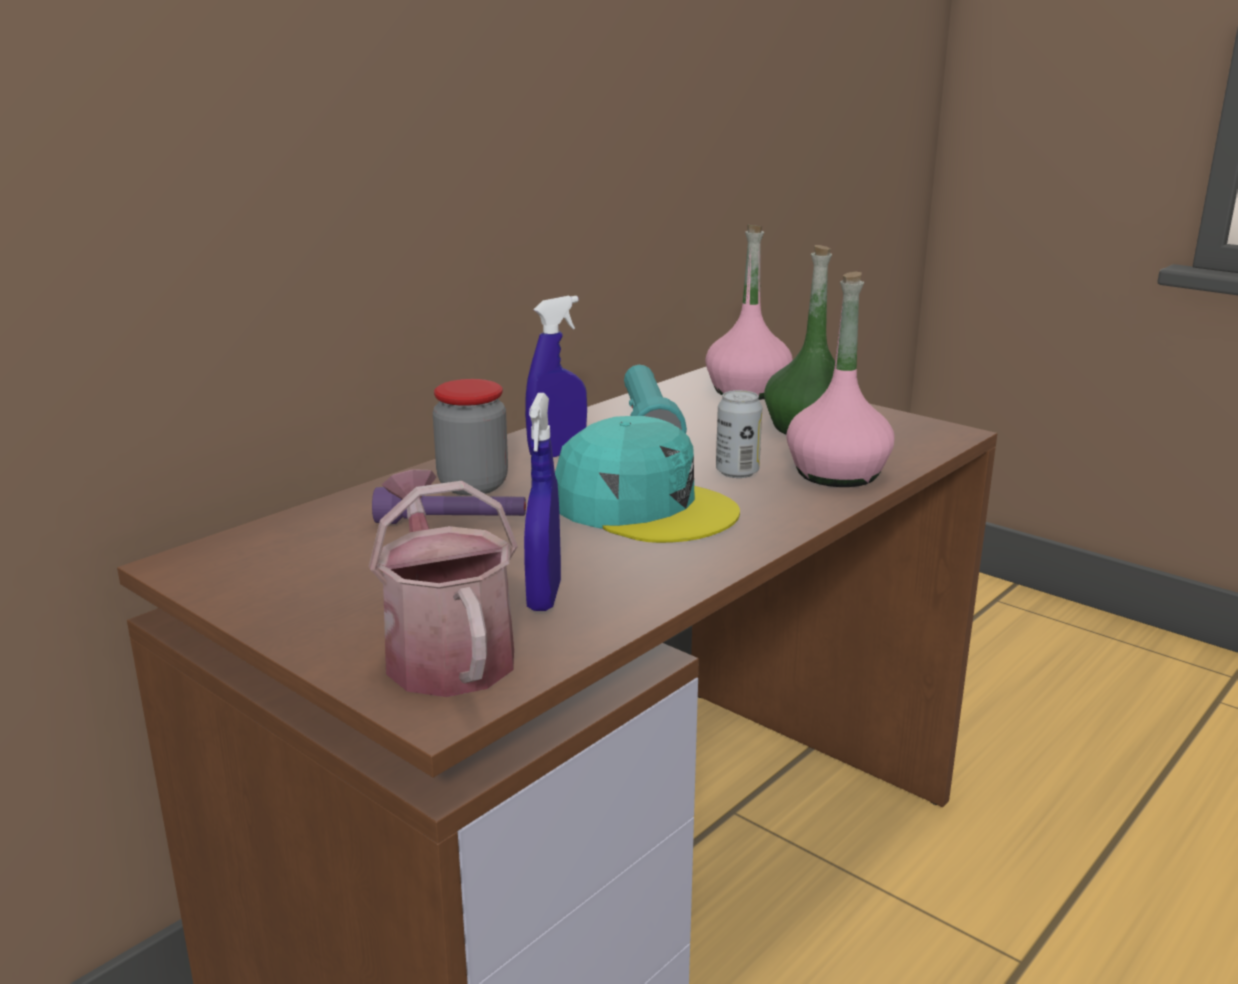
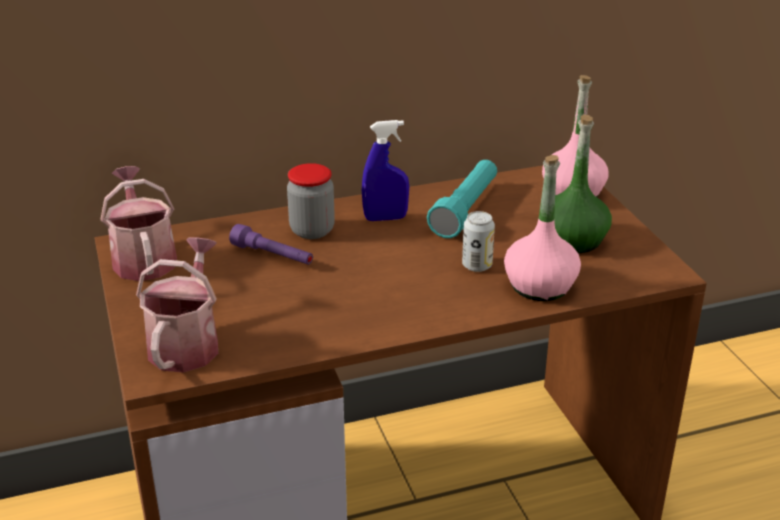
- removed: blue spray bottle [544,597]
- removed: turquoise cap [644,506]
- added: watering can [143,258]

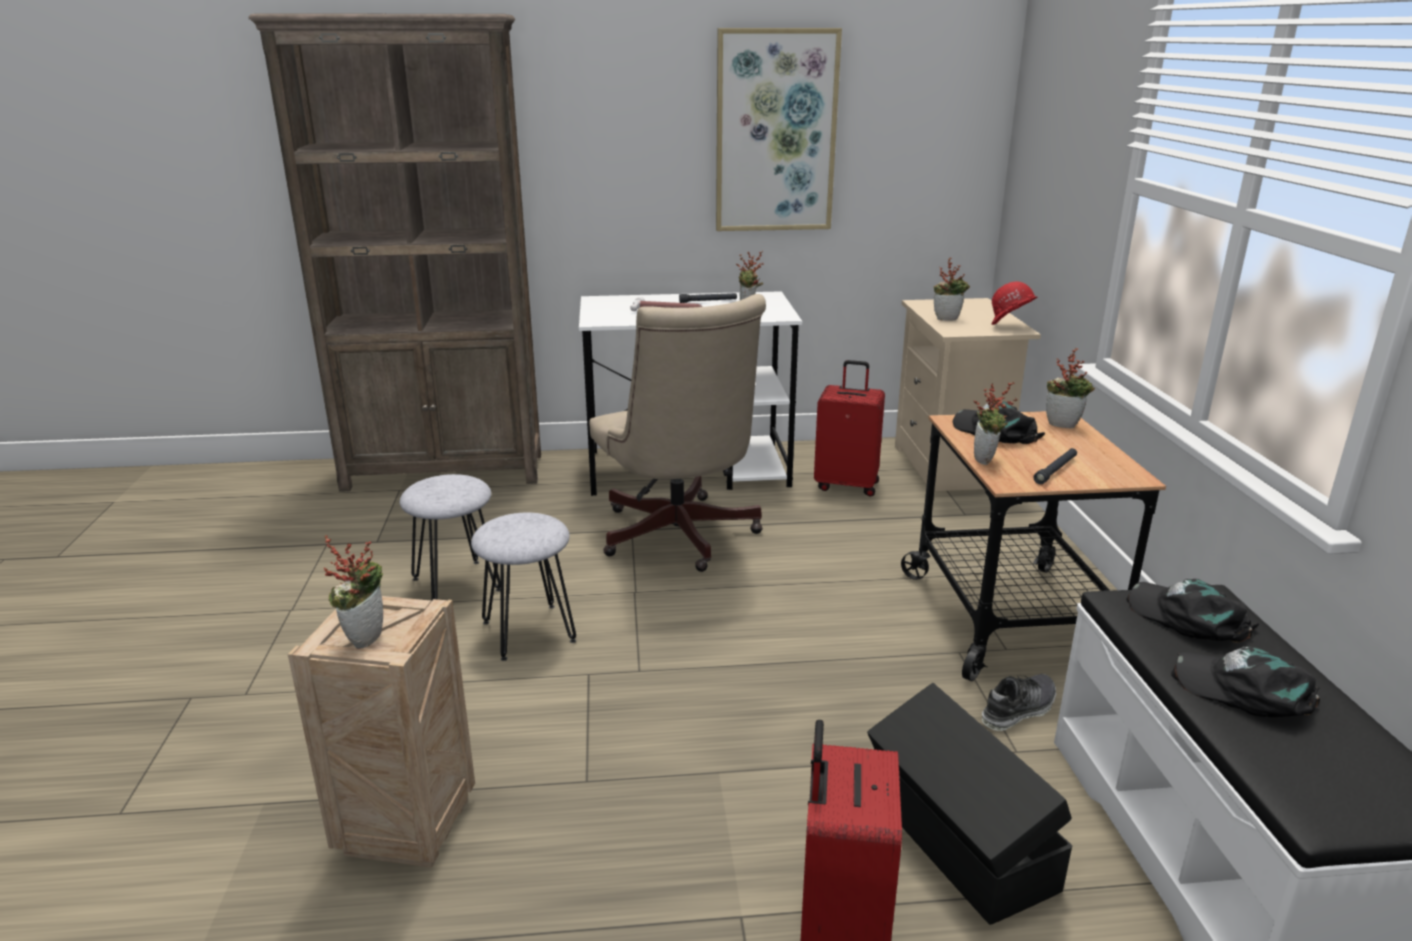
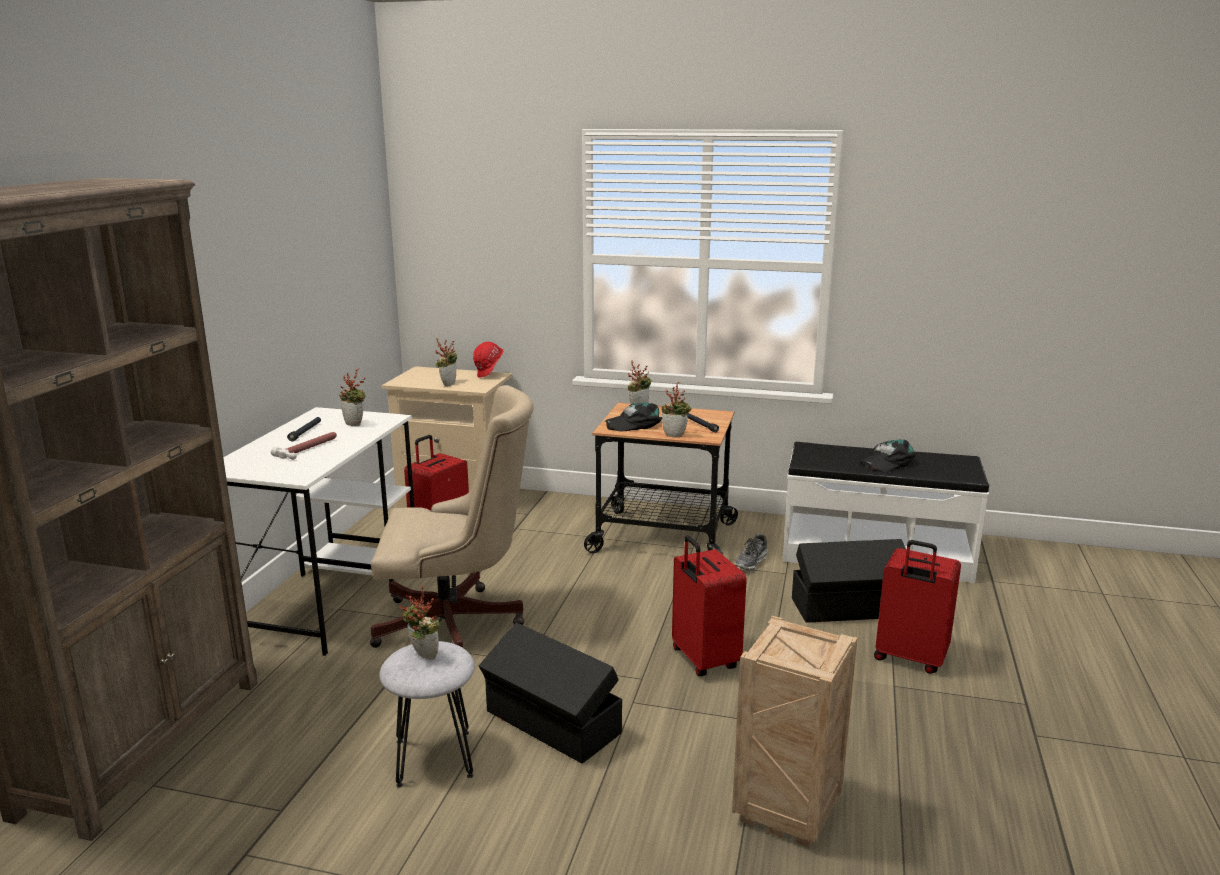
- removed: picture [775,132]
- replaced: grey stool [529,632] to black storage box [552,723]
- moved: potted plant [364,636] to [422,656]
- removed: black cap [1188,618]
- turned: shoe [1018,710] = [751,562] 135 degrees counterclockwise
- added: red suitcase [703,660]

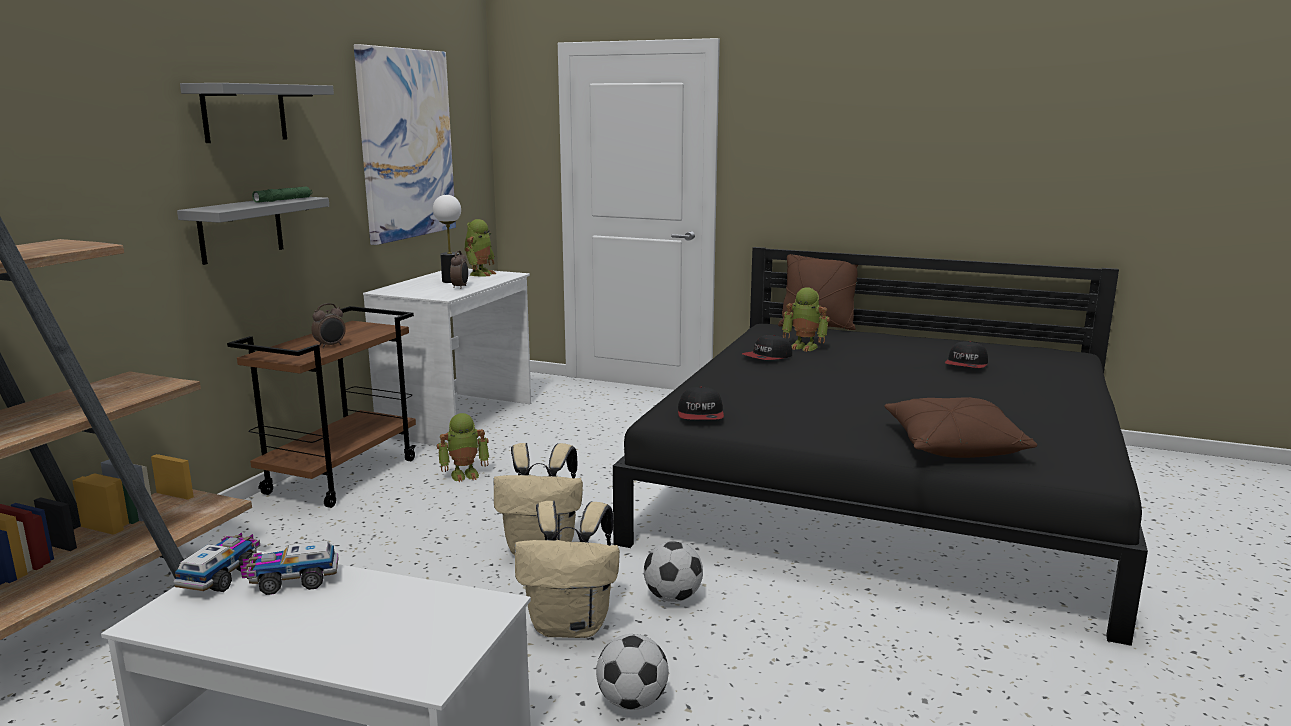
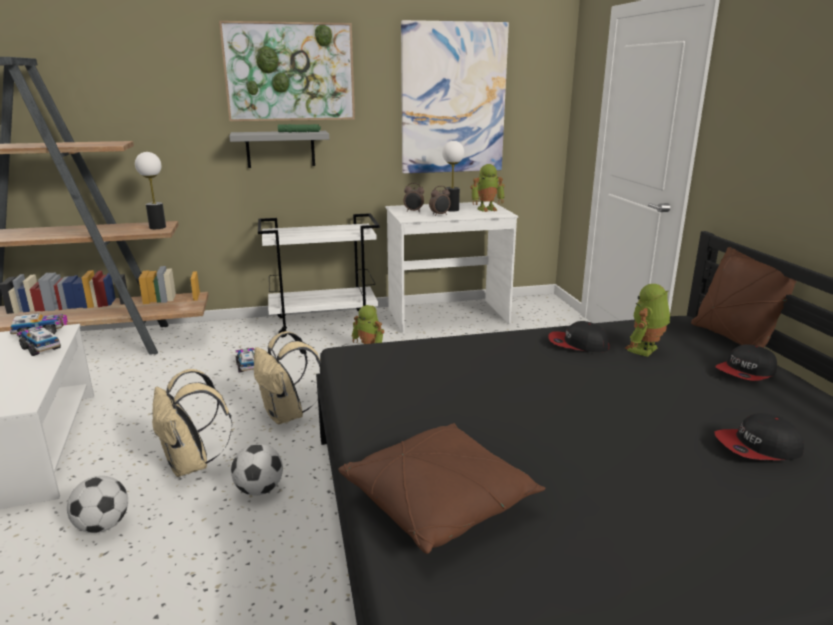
- replaced: grey shelf [244,113] to picture [290,72]
- turned: toy robot [805,347] = [645,350] 45 degrees clockwise
- moved: alarm clock [330,346] to [413,211]
- recoloured: brown cart [342,476] to white cart [324,323]
- moved: cap [700,415] to [746,372]
- added: table lamp [158,227]
- added: toy truck [247,366]

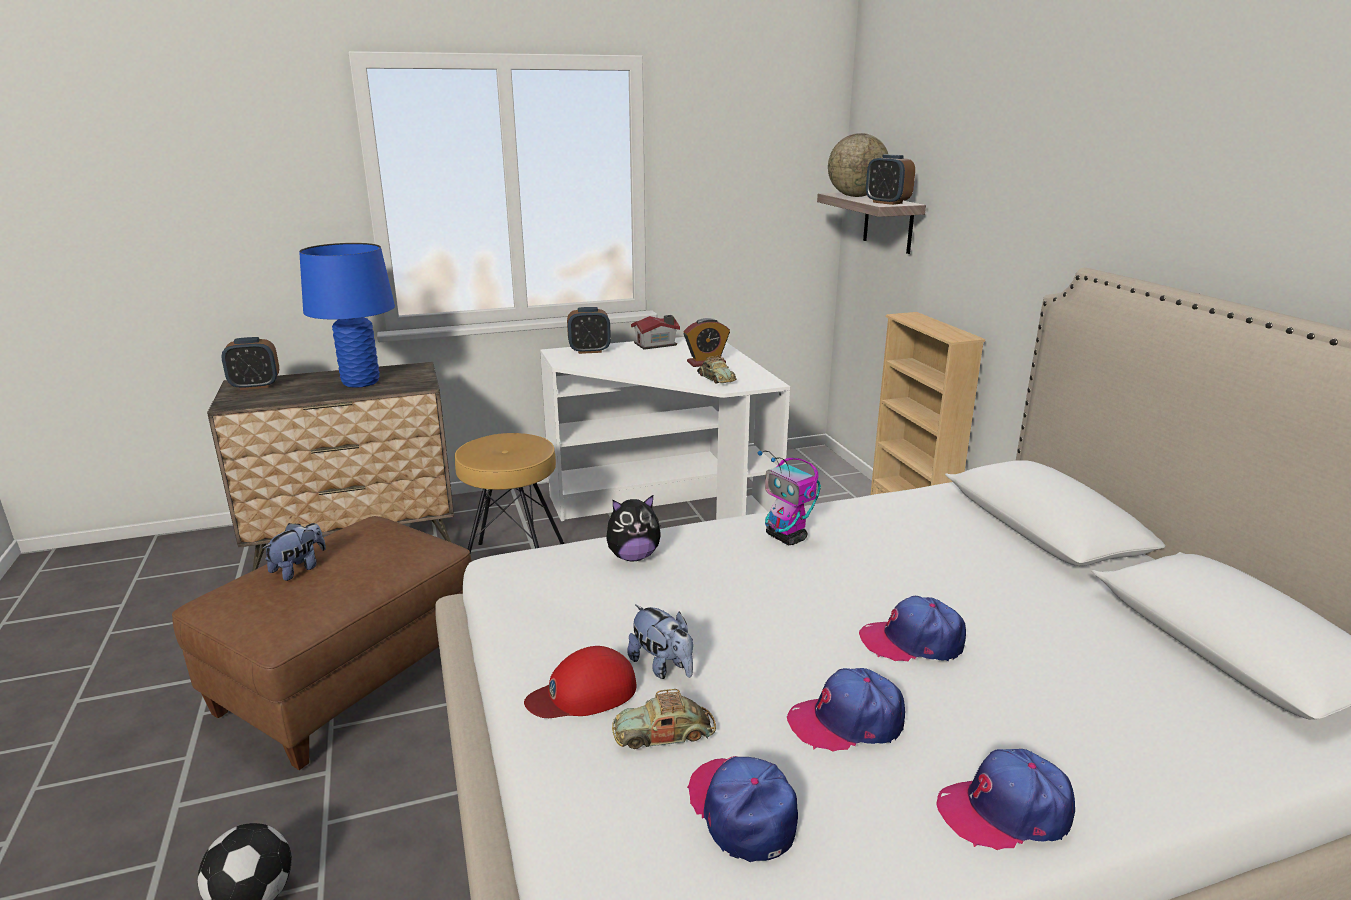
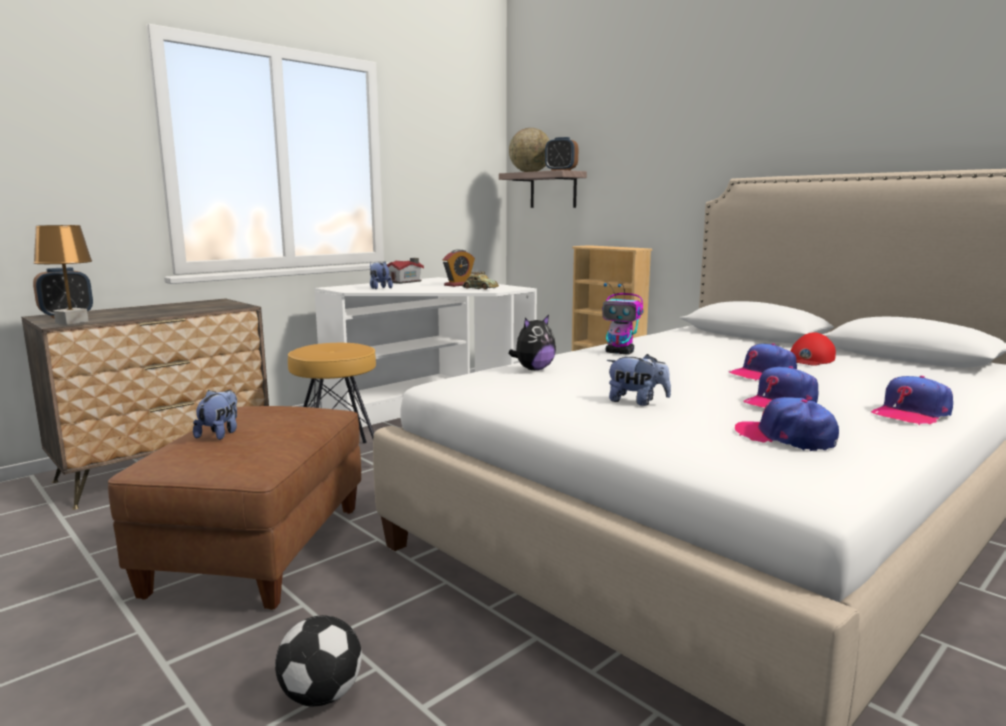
- removed: blue table lamp [361,382]
- removed: alarm clock [589,351]
- moved: red cap [583,693] to [810,359]
- removed: toy car [664,733]
- added: brown table lamp [72,322]
- added: plush toy [379,288]

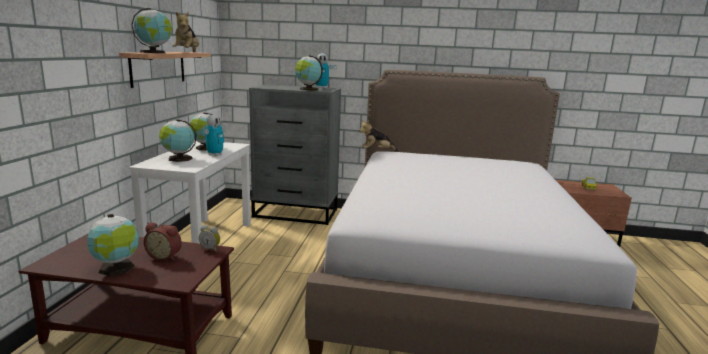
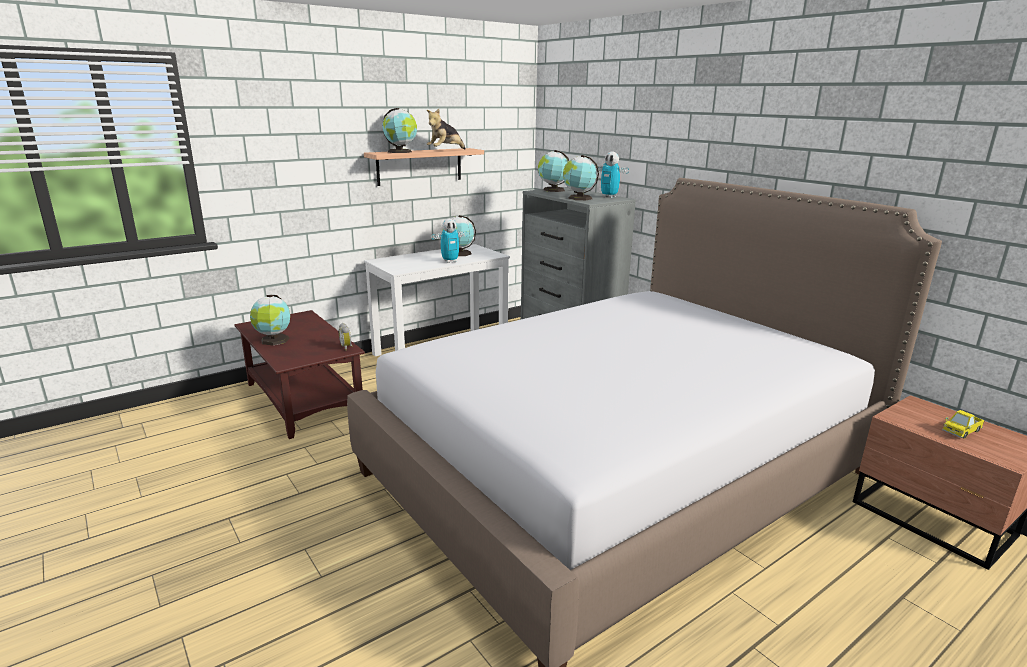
- moved: globe [178,159] to [552,190]
- removed: plush toy [376,151]
- removed: alarm clock [165,256]

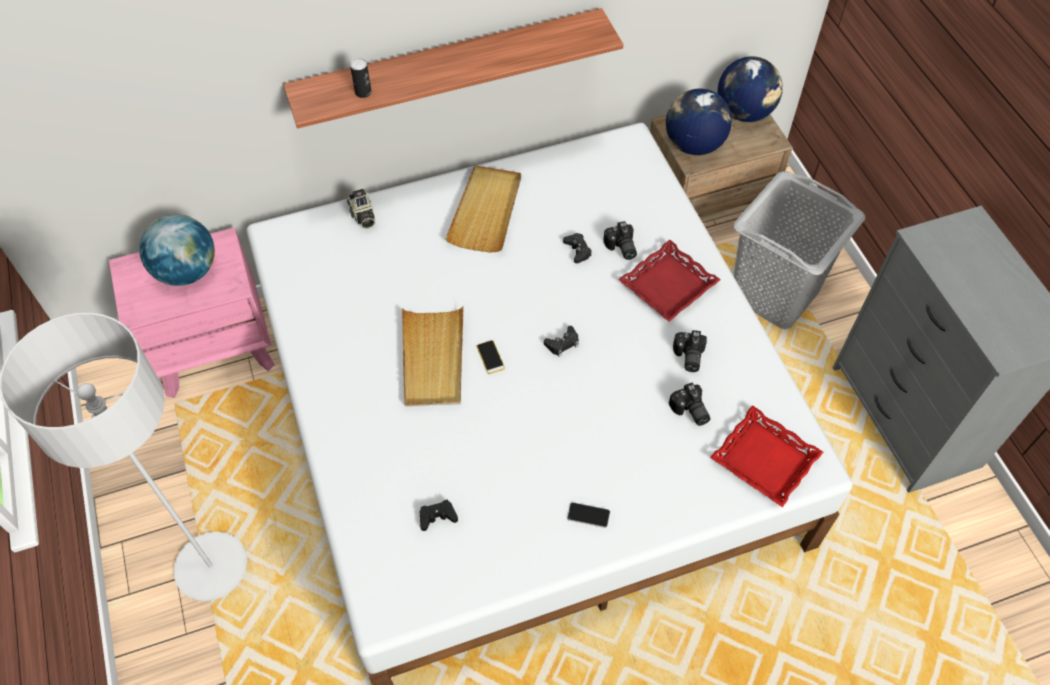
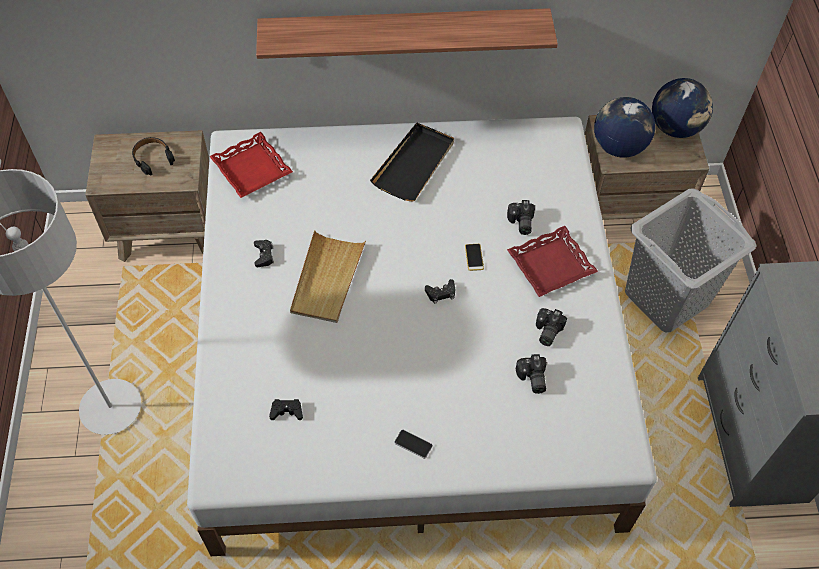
- removed: can [363,92]
- recoloured: beige tray [486,211] to black tray [414,164]
- removed: photo camera [362,216]
- replaced: globe [187,271] to black headphones [153,158]
- recoloured: pink nightstand [215,350] to brown nightstand [168,230]
- moved: black game controller [577,250] to [264,255]
- moved: phone [490,357] to [474,257]
- moved: red tray [765,459] to [252,169]

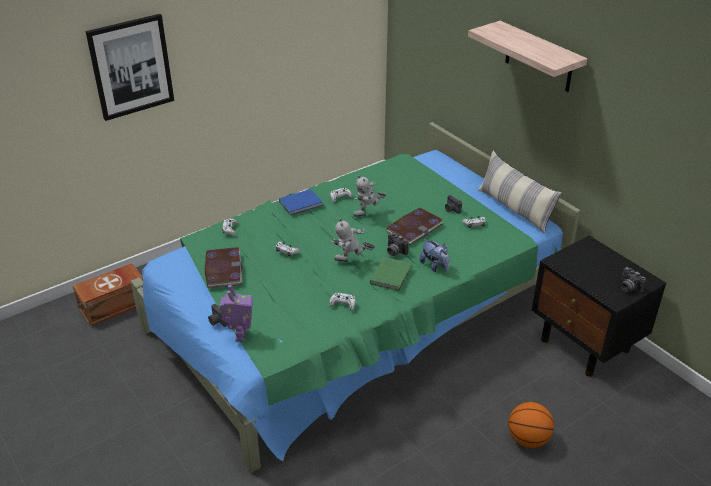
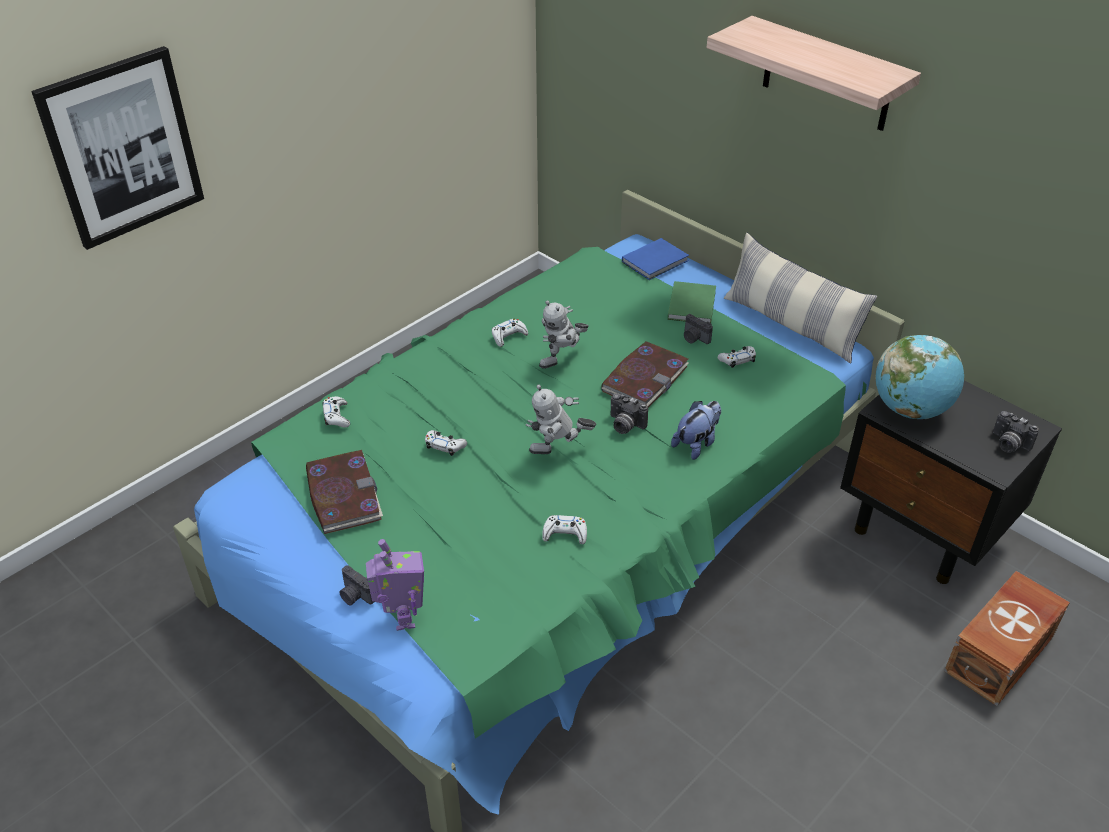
- moved: blue book [302,203] to [656,261]
- turned: plush toy [435,266] = [696,444] 90 degrees counterclockwise
- moved: green book [392,275] to [693,304]
- moved: brown storage box [115,305] to [1001,654]
- removed: basketball [528,439]
- added: globe [910,409]

